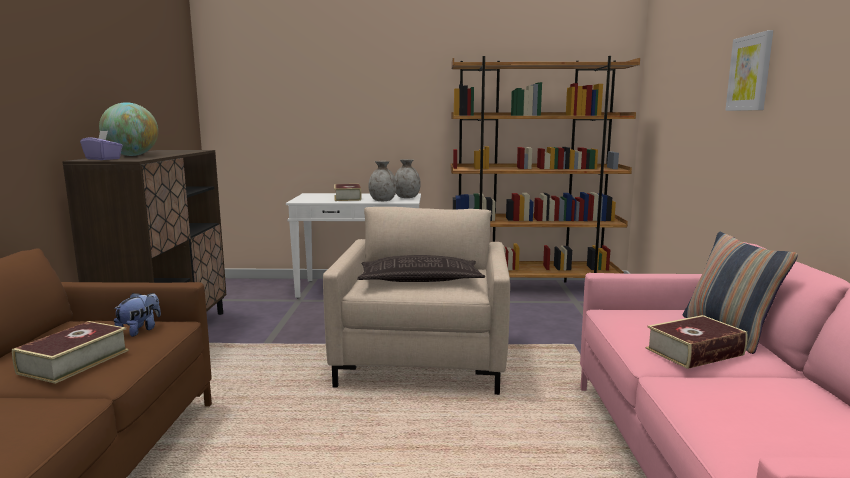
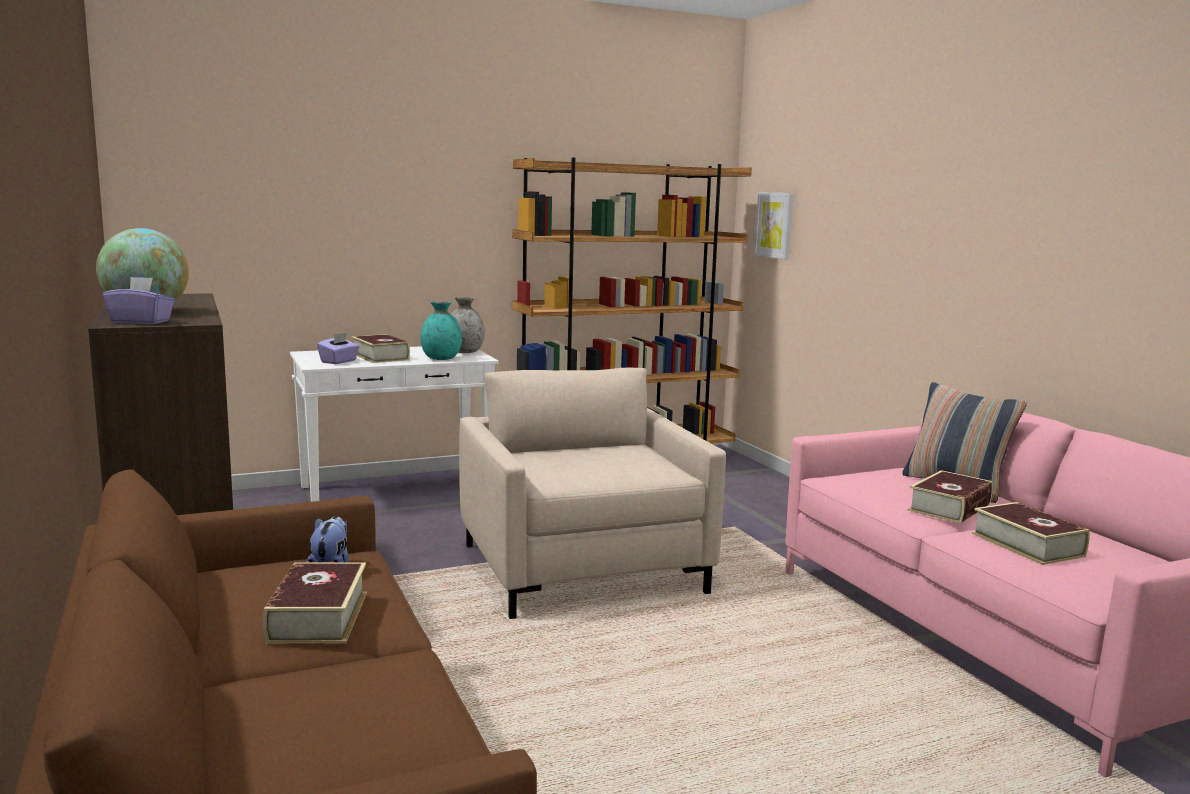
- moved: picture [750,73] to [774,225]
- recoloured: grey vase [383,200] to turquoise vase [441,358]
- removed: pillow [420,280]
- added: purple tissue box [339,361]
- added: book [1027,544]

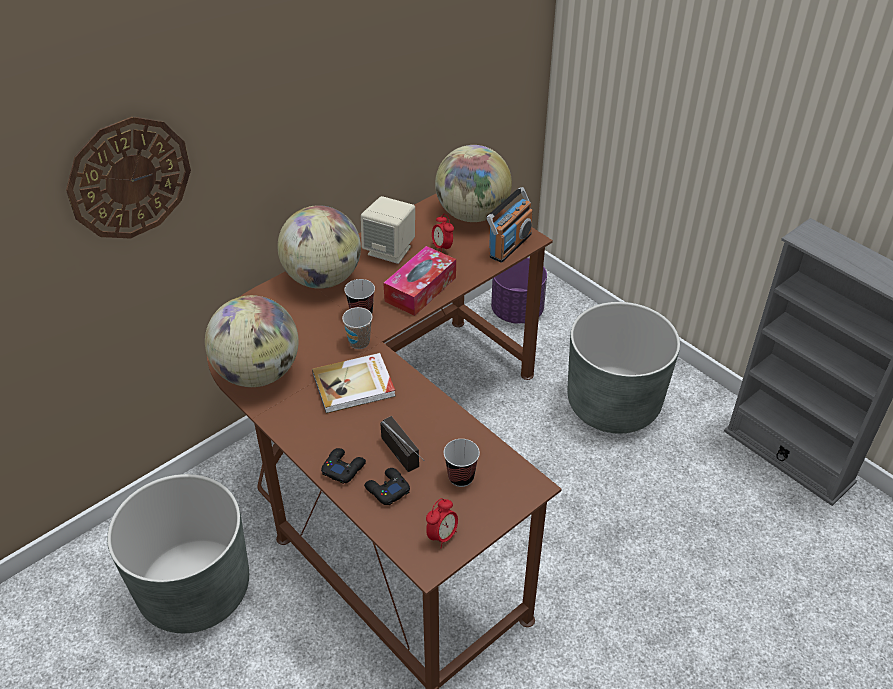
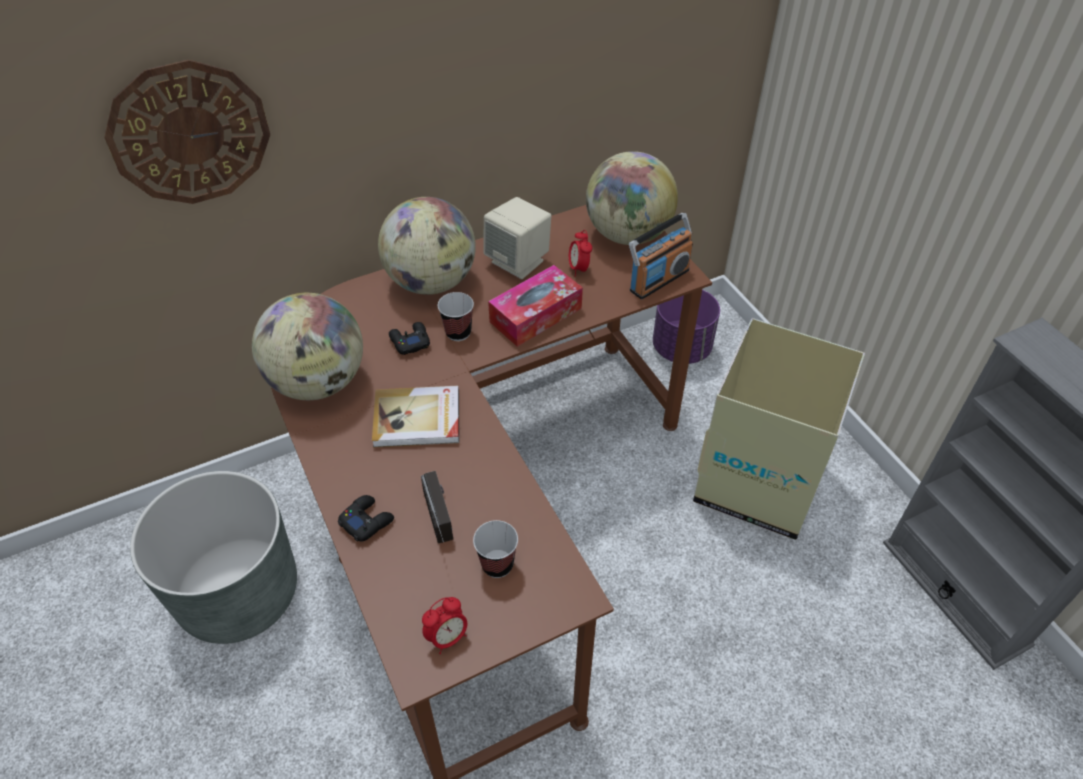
- replaced: grey planter [613,404] to cardboard box [759,480]
- removed: cup [359,342]
- moved: black game controller [387,489] to [409,341]

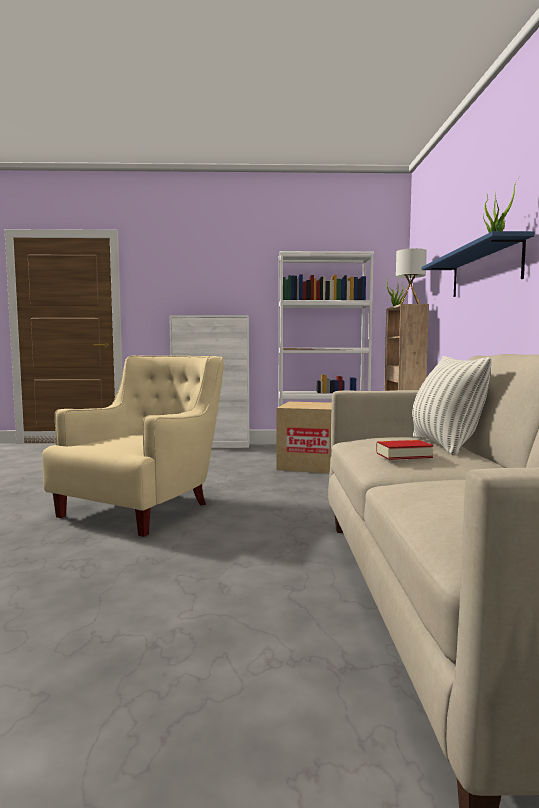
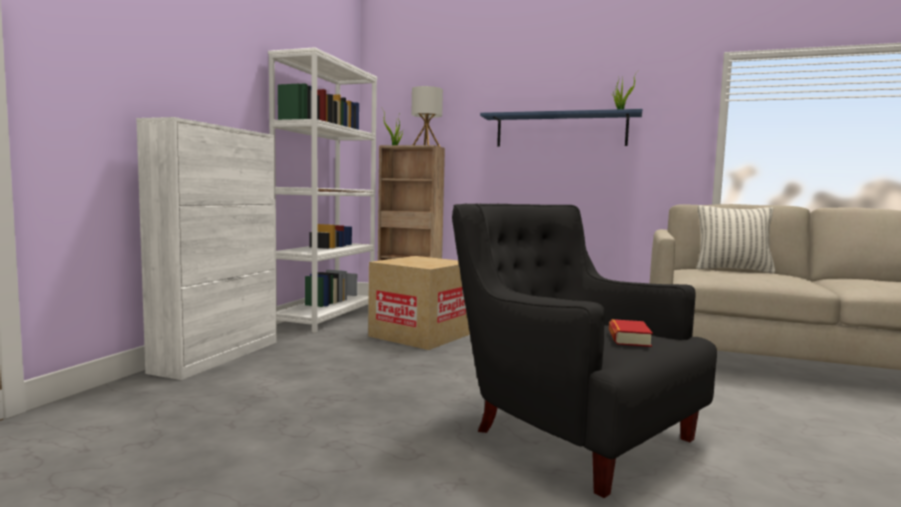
- recoloured: beige armchair [145,507] to black armchair [567,429]
- moved: book [403,455] to [629,338]

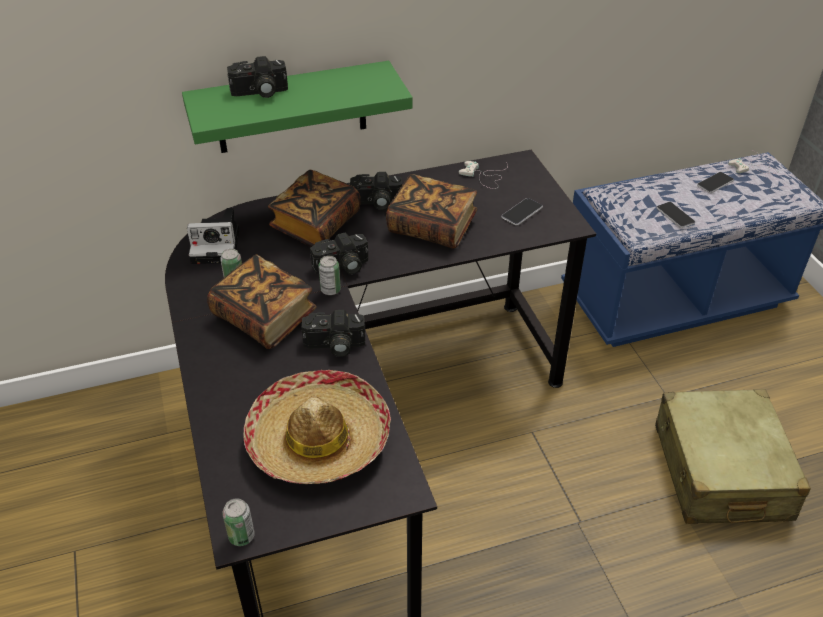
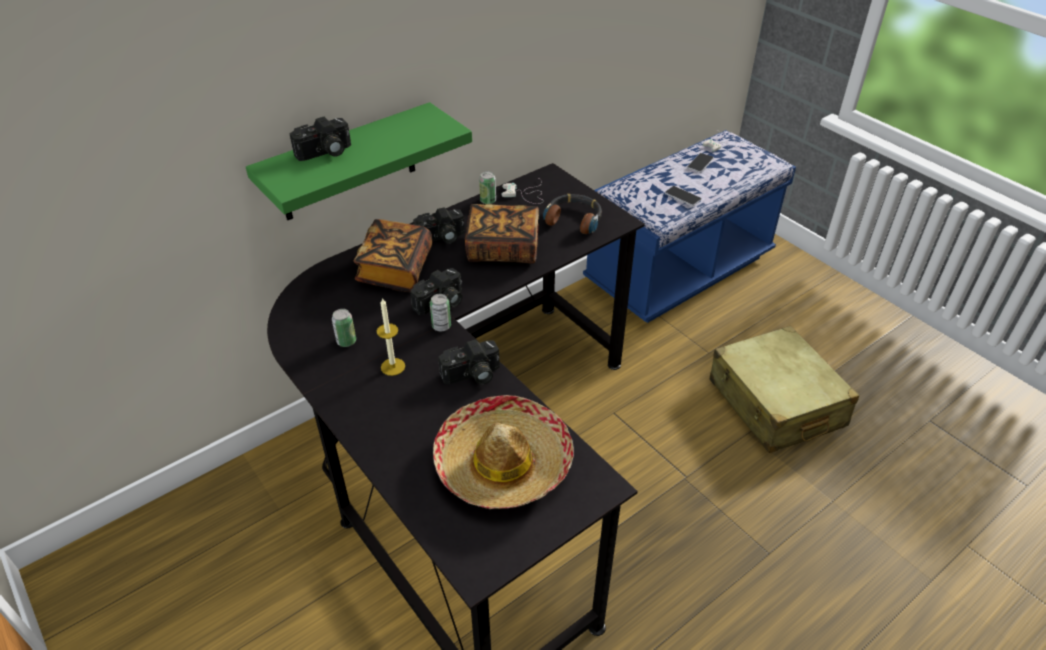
- replaced: phone [522,212] to headphones [574,219]
- removed: photo camera [218,245]
- replaced: book [264,317] to candle [393,366]
- moved: can [241,536] to [488,201]

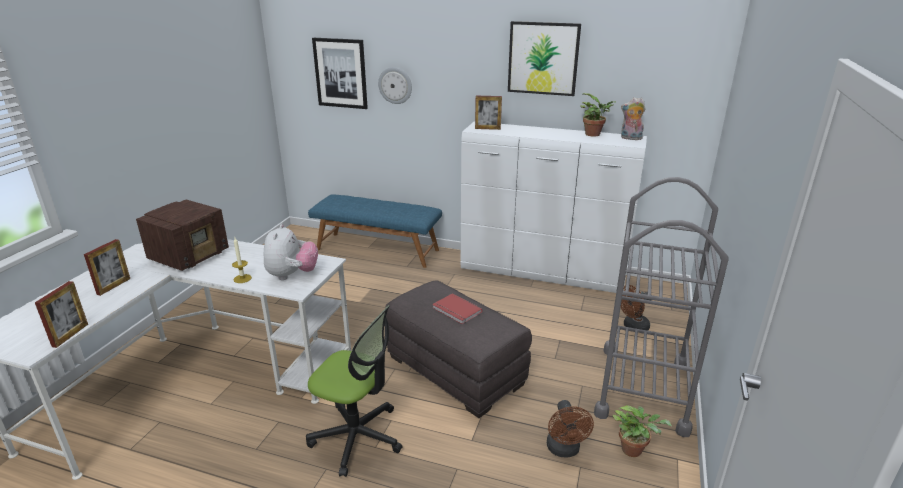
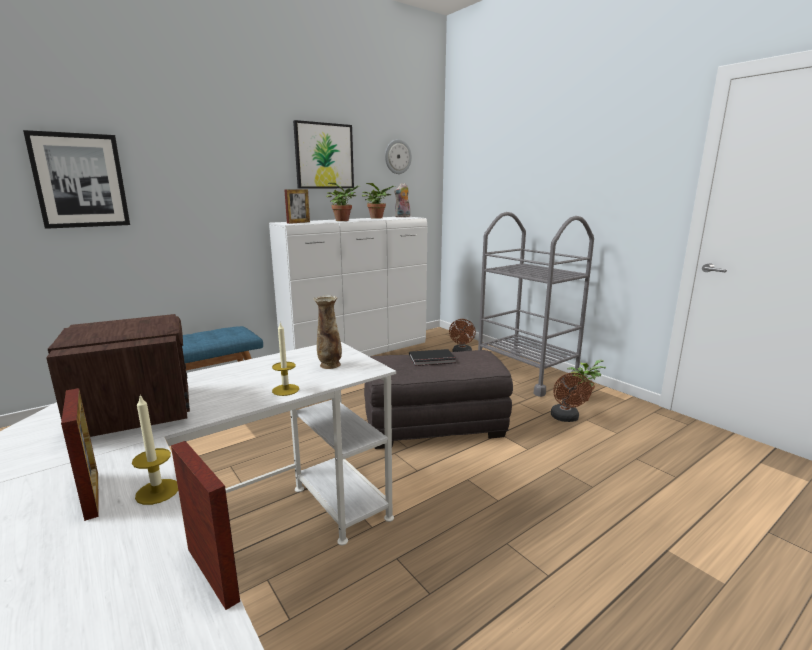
- moved: wall clock [395,85] to [397,156]
- replaced: plush toy [292,275] to vase [329,365]
- recoloured: red book [456,310] to black book [432,359]
- removed: office chair [357,437]
- turned: brown fan [564,450] = [566,418] 60 degrees clockwise
- added: potted plant [344,220]
- added: candle [157,491]

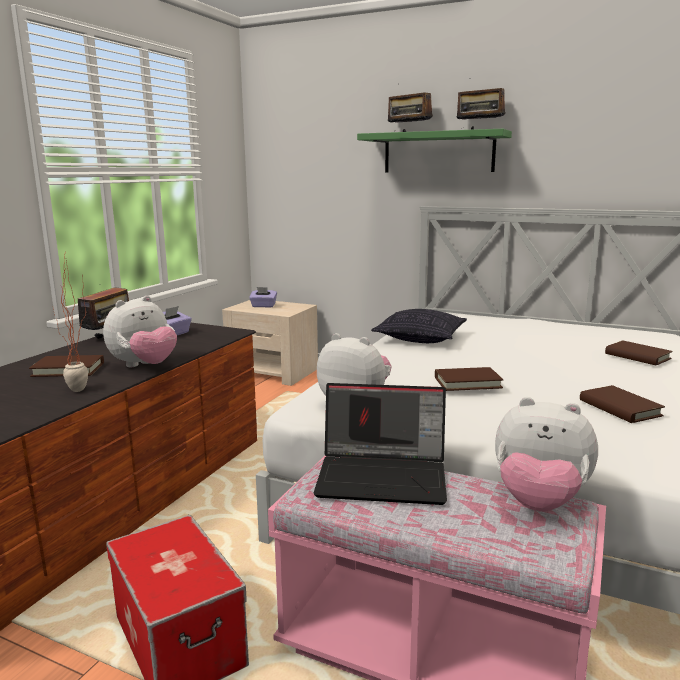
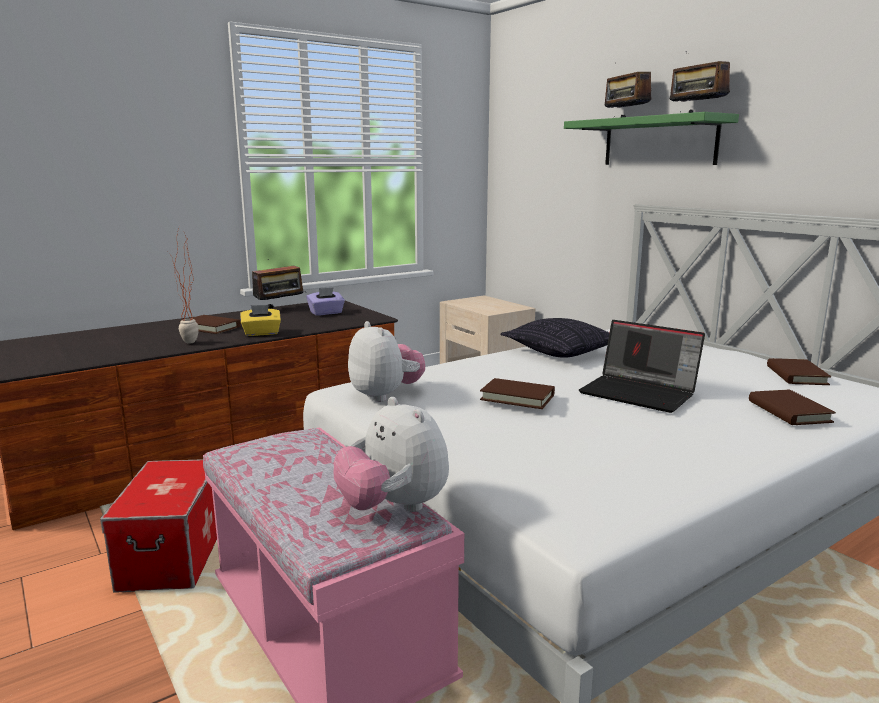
- removed: purple tissue box [263,306]
- replaced: plush toy [144,366] to yellow tissue box [261,333]
- moved: laptop [384,476] to [640,393]
- moved: brown book [619,408] to [796,375]

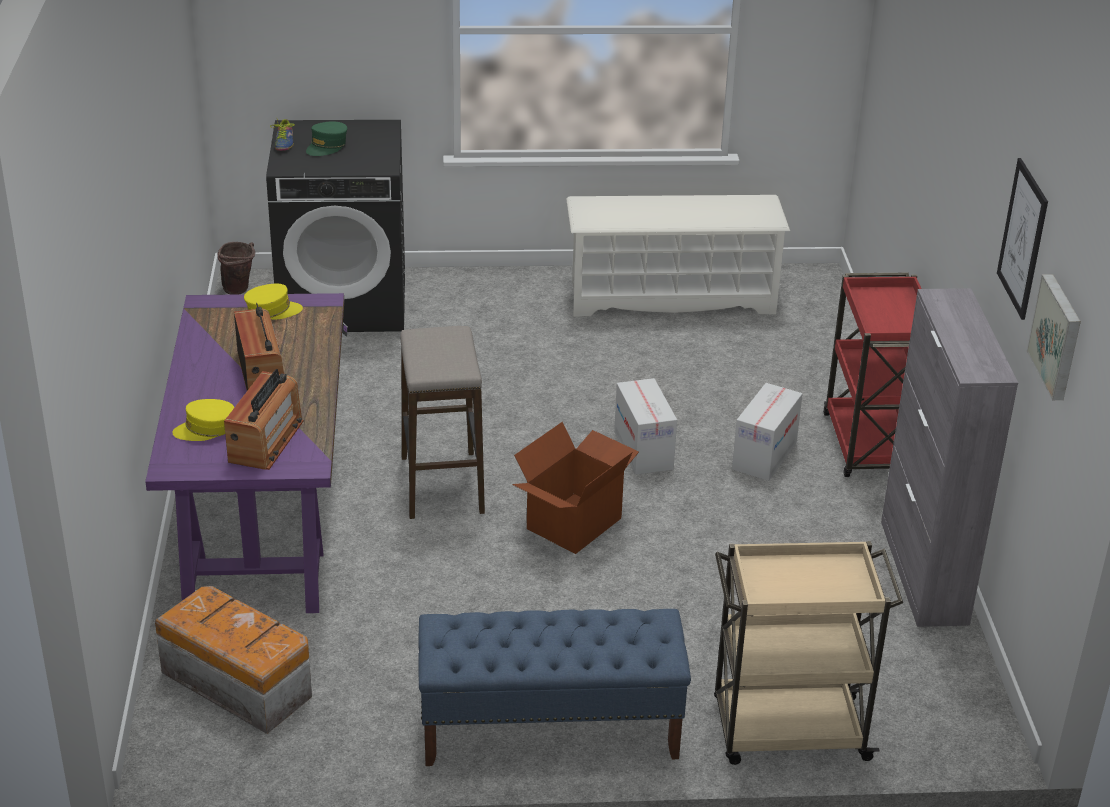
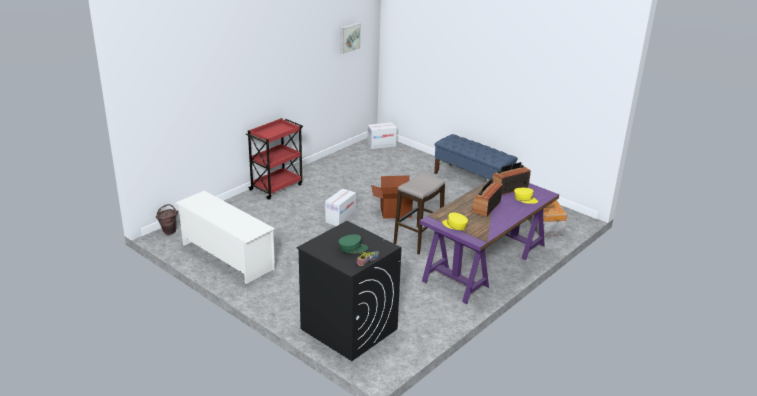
- removed: picture [1022,238]
- moved: brown bucket [240,290] to [169,231]
- removed: grey cabinet [923,572]
- moved: cardboard box [764,455] to [381,145]
- removed: beige cart [787,731]

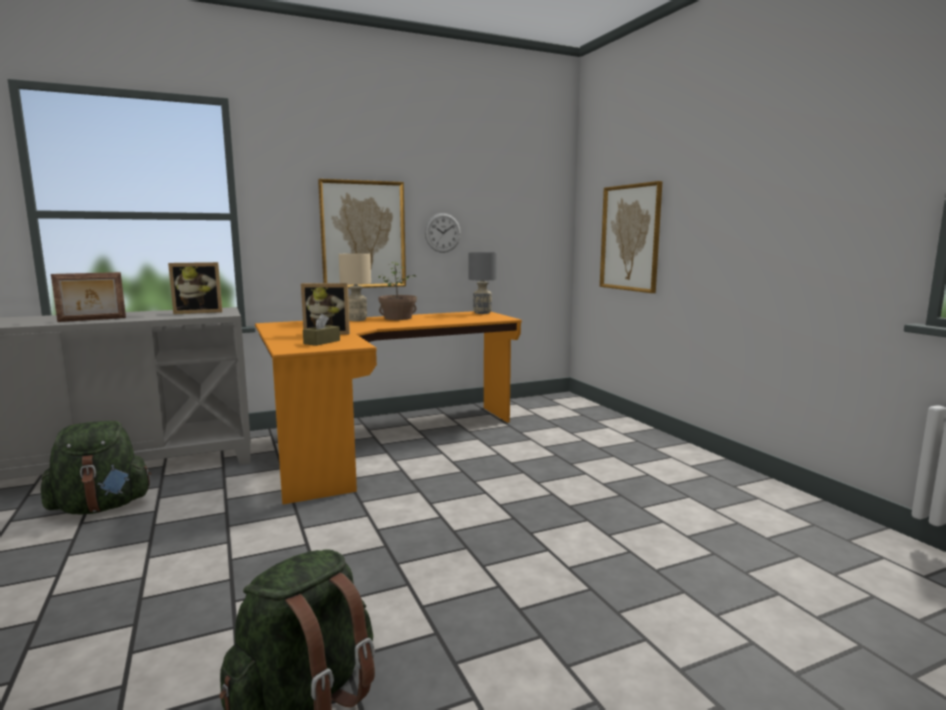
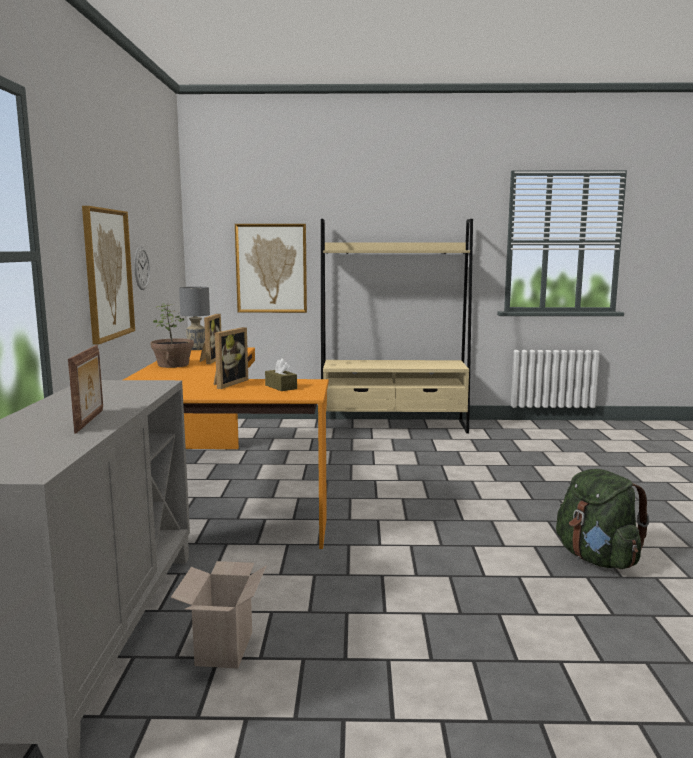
- removed: beige table lamp [357,320]
- moved: picture frame [198,312] to [209,360]
- replaced: green backpack [101,507] to cardboard box [223,647]
- added: beige bookcase [394,426]

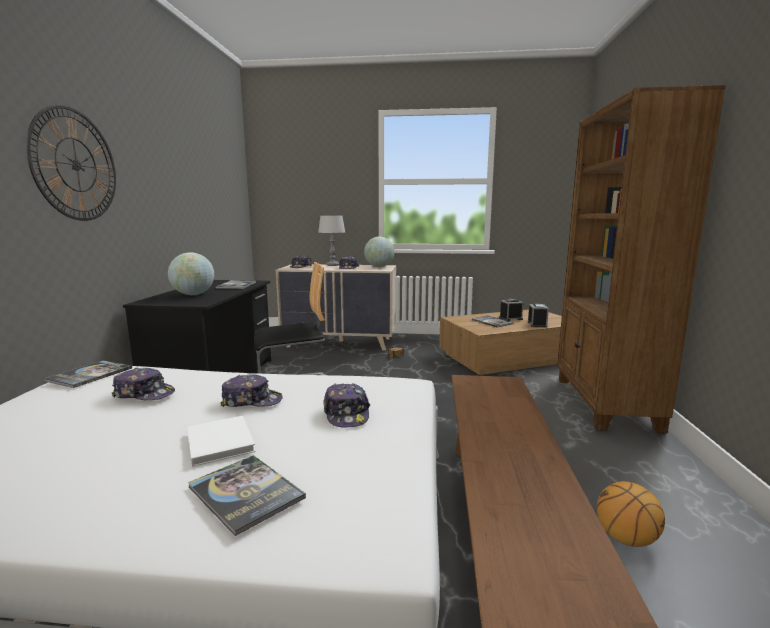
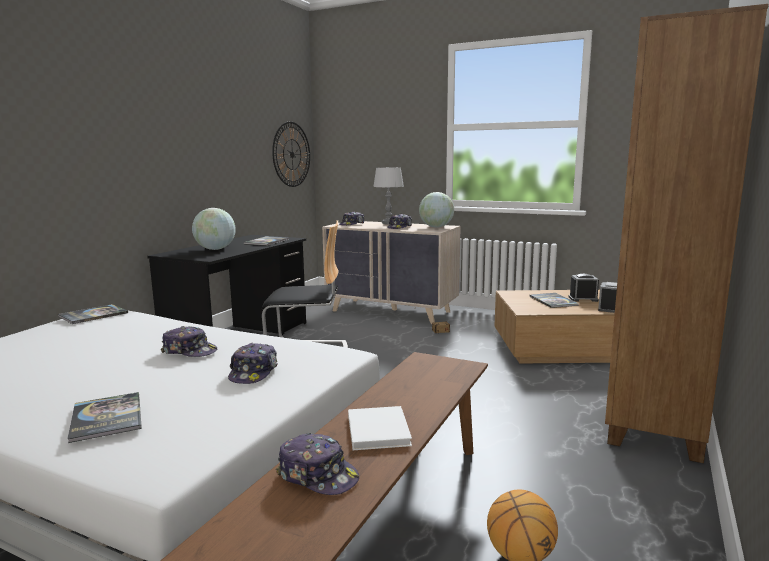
- moved: wall clock [76,165] to [292,154]
- moved: cap [144,394] to [318,475]
- moved: white book [219,441] to [378,429]

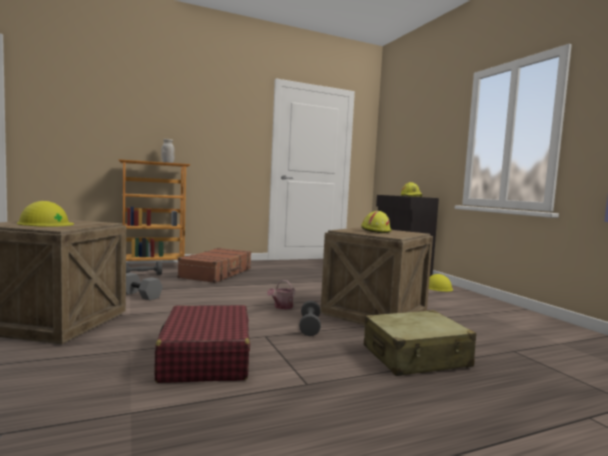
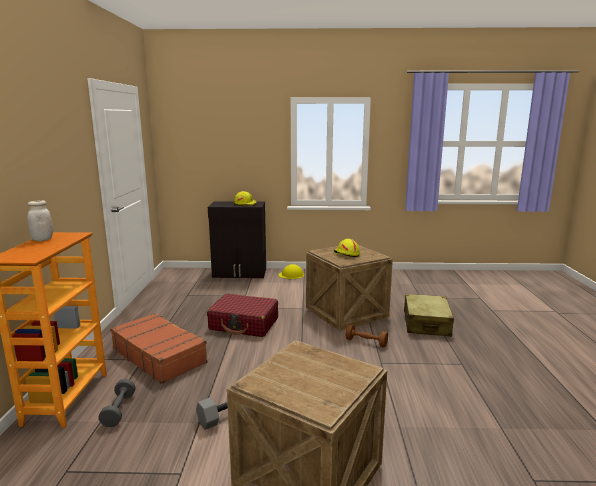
- removed: yellow hard hat [45,223]
- removed: watering can [281,307]
- recoloured: grey dumbbell [309,327] to brown dumbbell [366,342]
- moved: red suitcase [205,358] to [244,324]

